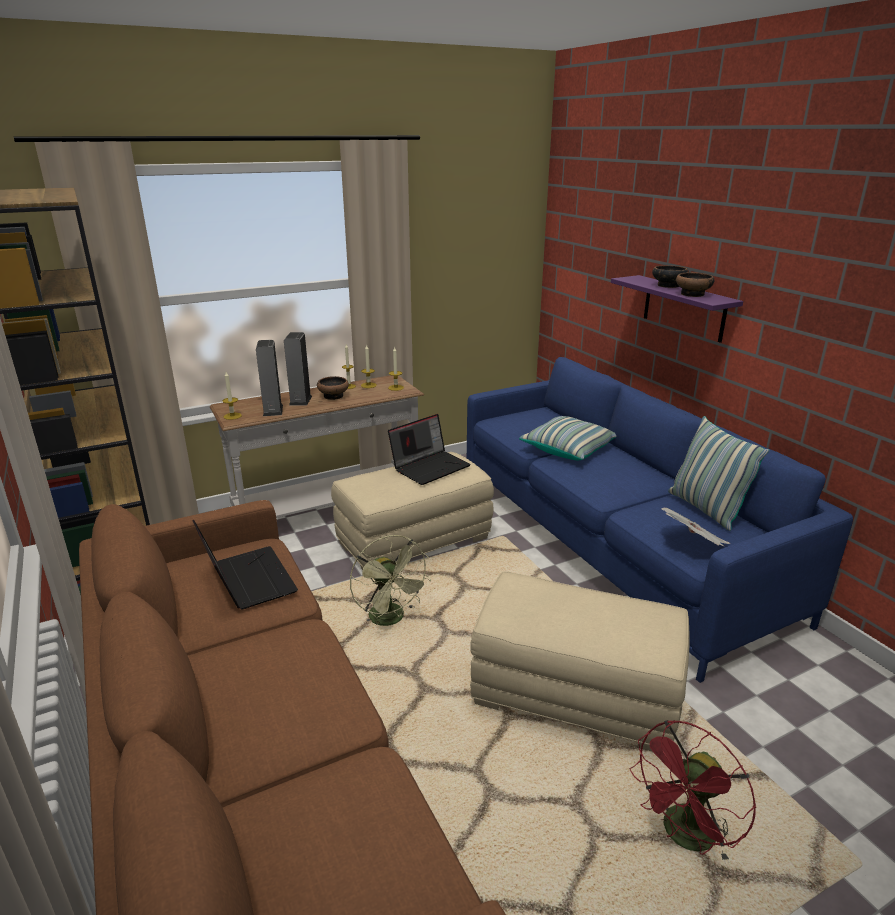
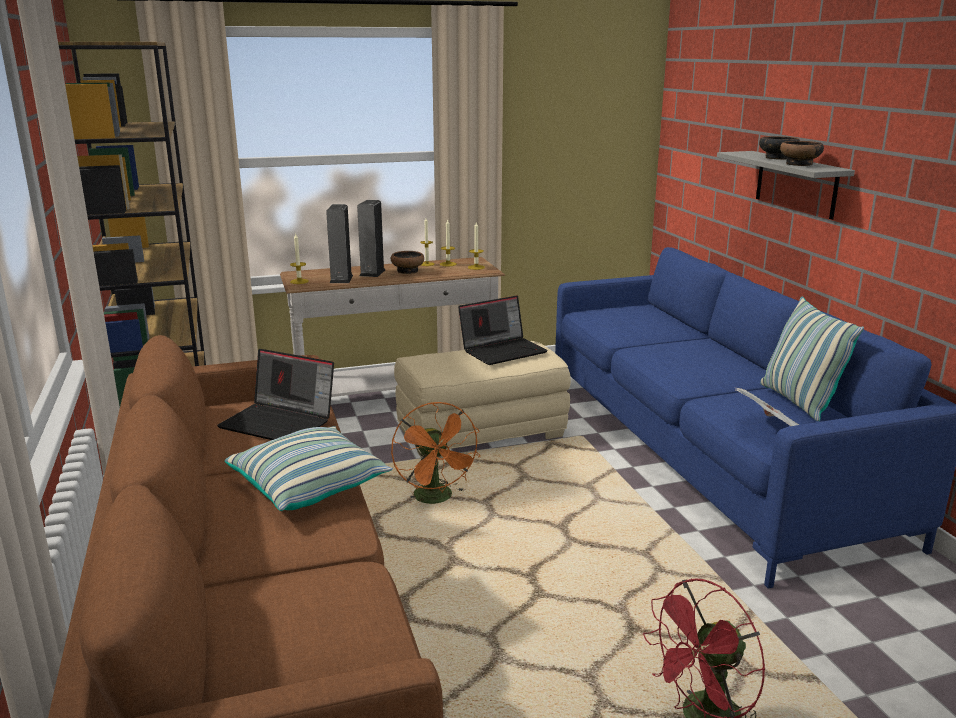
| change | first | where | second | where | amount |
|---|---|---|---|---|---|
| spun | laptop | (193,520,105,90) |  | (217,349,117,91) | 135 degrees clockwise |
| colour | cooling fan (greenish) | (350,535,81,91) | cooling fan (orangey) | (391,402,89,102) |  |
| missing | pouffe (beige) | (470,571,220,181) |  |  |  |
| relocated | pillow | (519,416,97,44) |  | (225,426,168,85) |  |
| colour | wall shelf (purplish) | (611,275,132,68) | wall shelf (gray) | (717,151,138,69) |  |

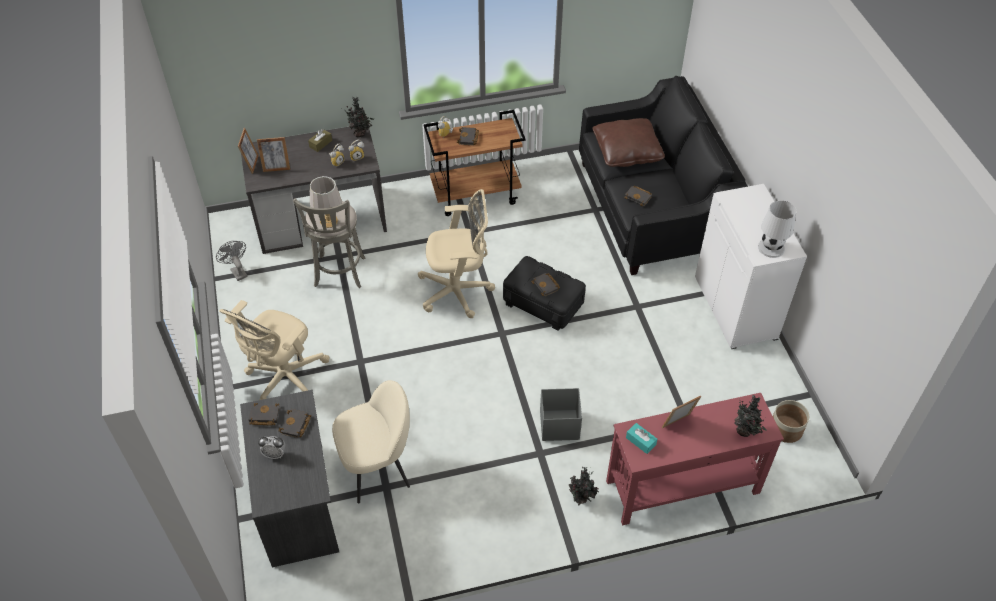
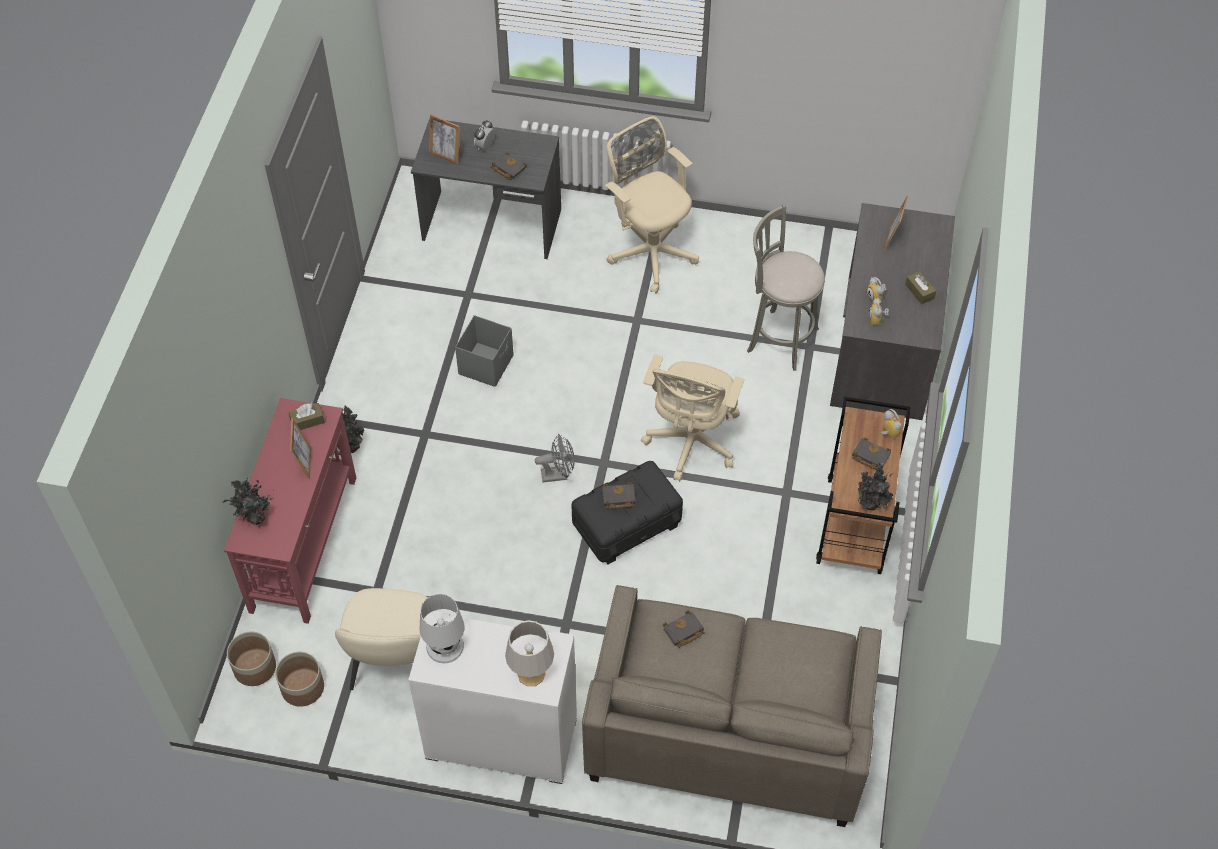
| change | first | where | second | where | amount |
|---|---|---|---|---|---|
| relocated | cooling fan (gray) | (216,241,32,40) |  | (535,434,40,48) |  |
| relocated | standing frame | (238,128,21,46) |  | (429,115,31,50) |  |
| missing | volume (black-coloured) | (249,403,31,22) |  |  |  |
| relocated | table lamp (gray) | (310,176,32,52) |  | (505,620,49,66) |  |
| relocated | plain chair (beige) | (332,380,78,123) |  | (335,588,93,102) |  |
| relocated | houseplant | (345,97,29,40) |  | (858,463,35,47) |  |
| relocated | storage box (gray) | (540,388,42,53) |  | (455,315,59,72) |  |
| colour | sofa (black-coloured) | (579,76,169,199) | sofa (beige) | (582,585,300,242) |  |
| missing | pillow (brownish) | (593,118,72,49) |  |  |  |
| colour | tissue holder (blue-green) | (626,423,31,31) | tissue holder (brownish) | (289,403,36,27) |  |
| appeared |  |  | flower pot | (227,632,49,54) |  |

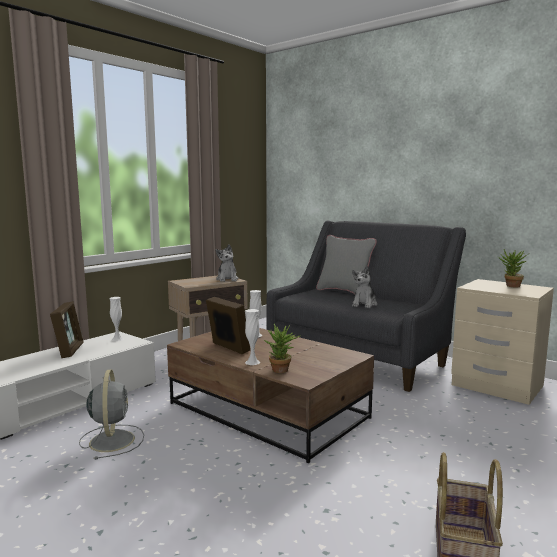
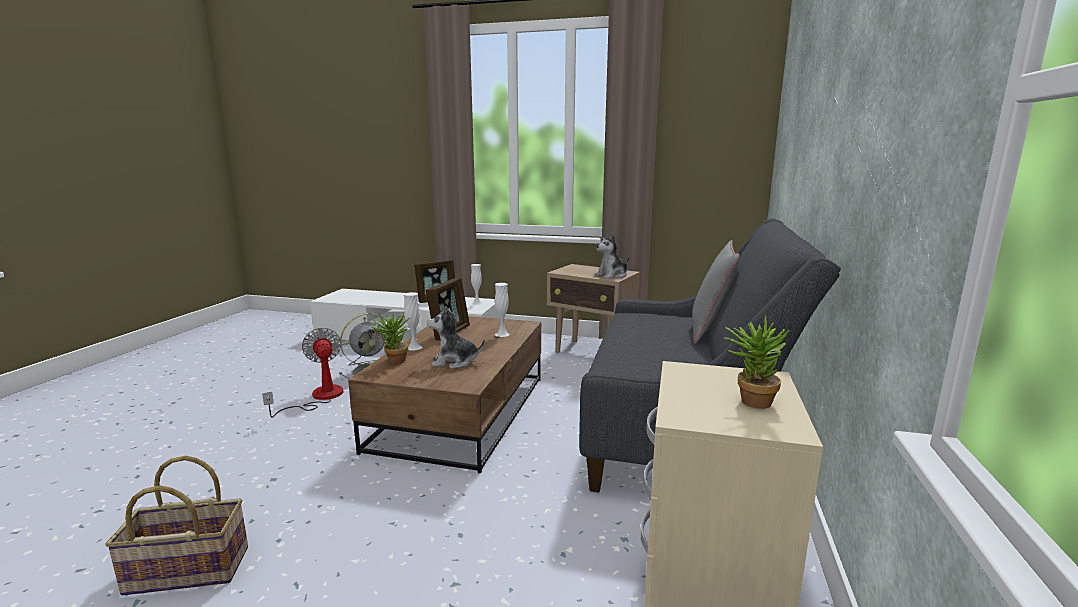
| change | first | where | second | where | amount |
|---|---|---|---|---|---|
| relocated | cuddly toy | (352,266,26,42) |  | (427,306,58,63) |  |
| appeared |  |  | cooling fan | (262,327,82,91) |  |

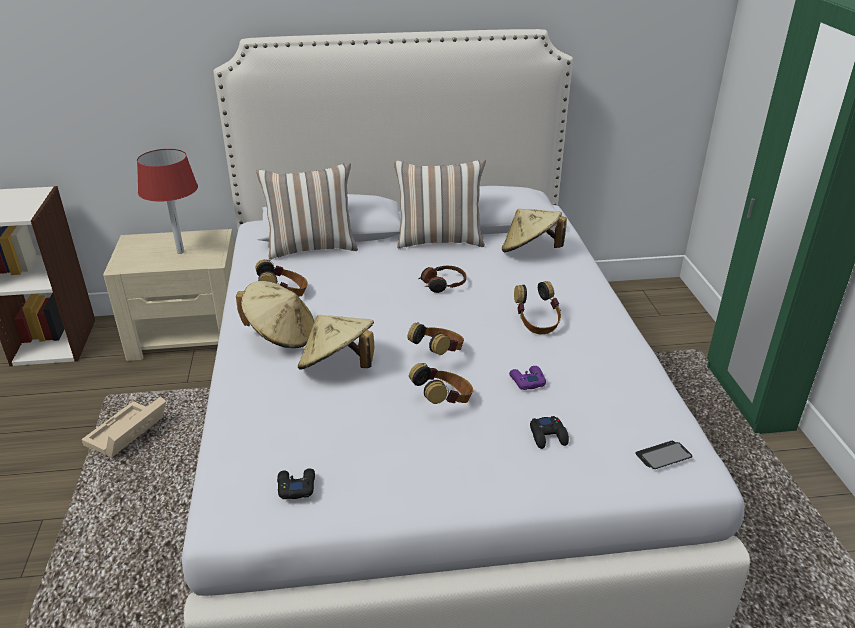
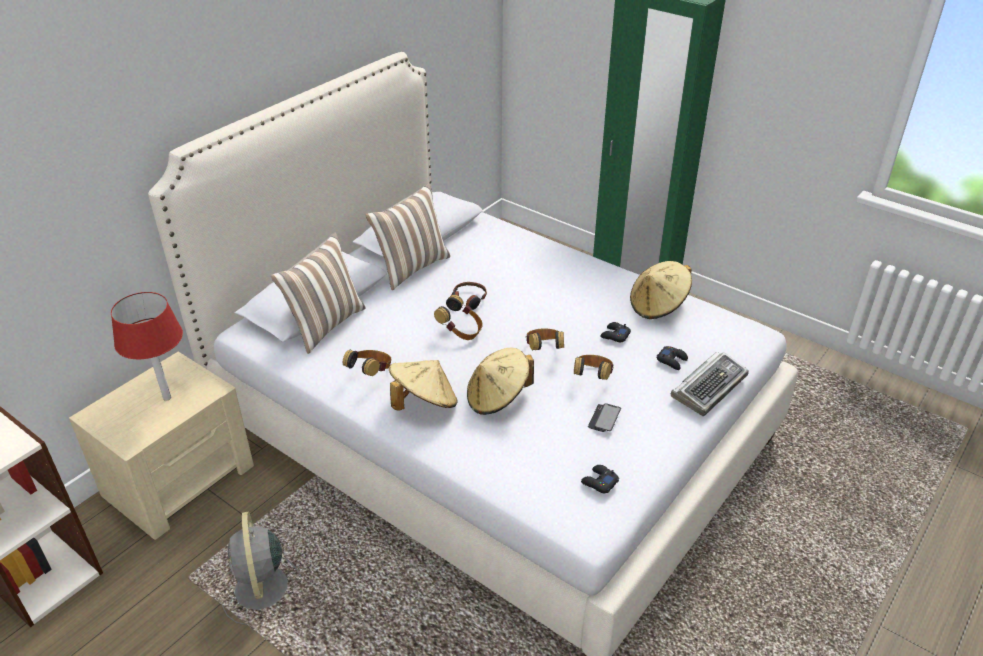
| change | first | where | second | where | amount |
|---|---|---|---|---|---|
| exchanged | storage box (beige) | (82,396,84,62) | cooling fan (gray) | (222,512,79,113) |  |
| relocated | wearable hat (beige) | (502,208,65,44) |  | (630,261,62,58) |  |
| colour | game controller (purplish) | (509,366,37,24) | game controller (black-coloured) | (600,322,31,21) |  |
| relocated | pair of headphones | (514,281,47,53) |  | (434,295,49,45) |  |
| relocated | phone | (636,441,57,28) |  | (588,403,33,29) |  |
| appeared |  |  | keyboard | (671,352,78,64) |  |

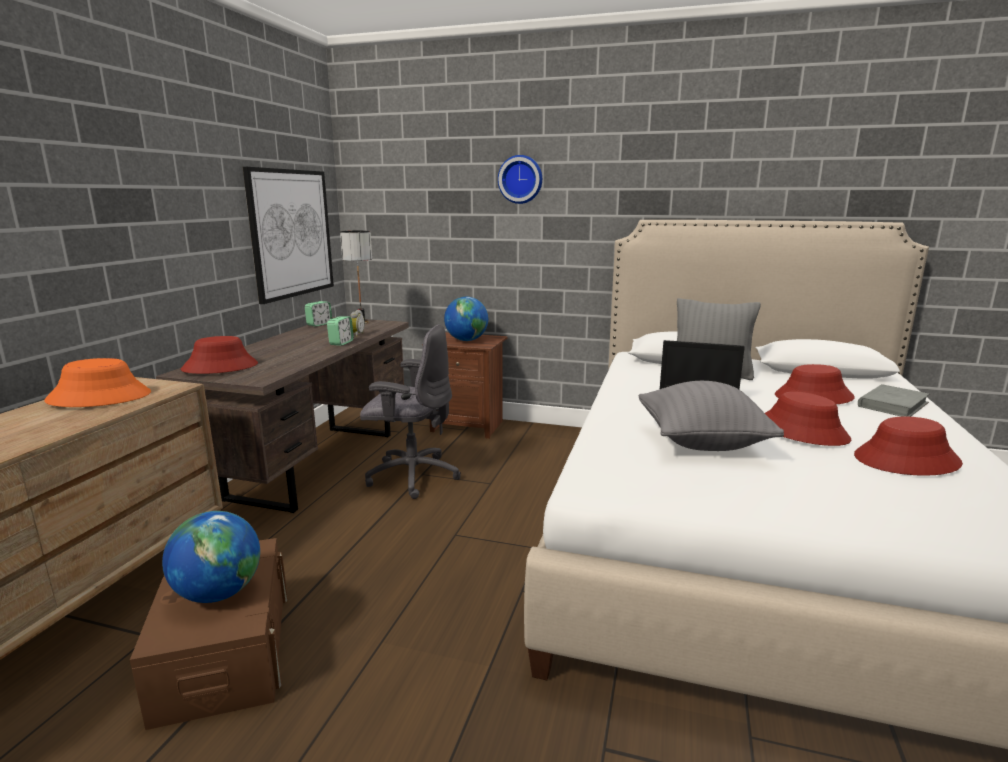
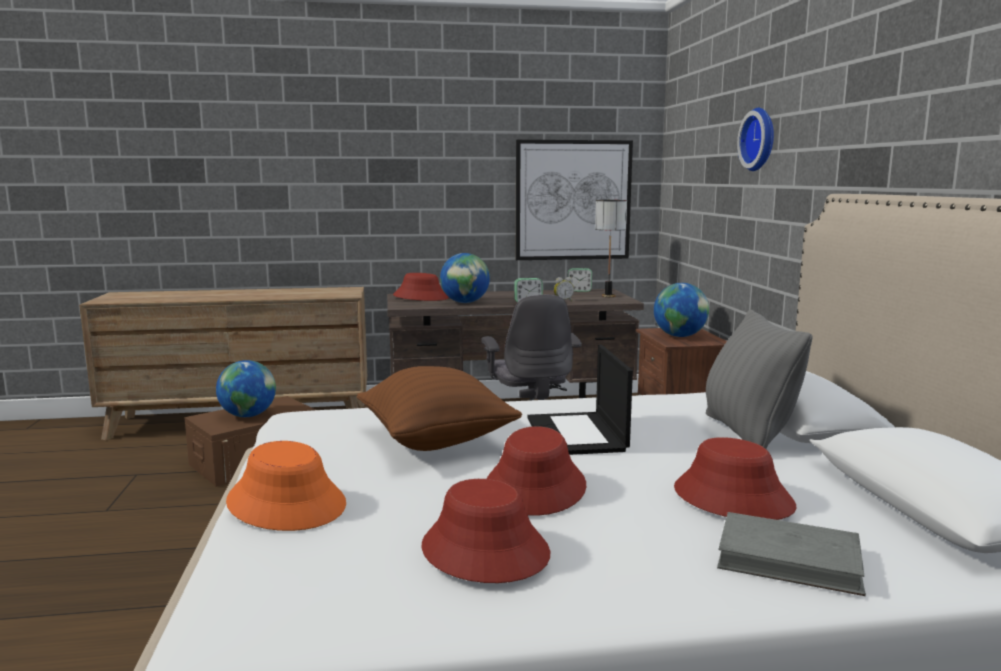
| change | first | where | second | where | amount |
|---|---|---|---|---|---|
| relocated | wearable hat (orangey) | (44,358,107,49) |  | (226,441,120,90) |  |
| colour | pillow (gray) | (639,381,145,70) | pillow (brownish) | (357,366,165,85) |  |
| appeared |  |  | globe | (440,253,50,50) |  |

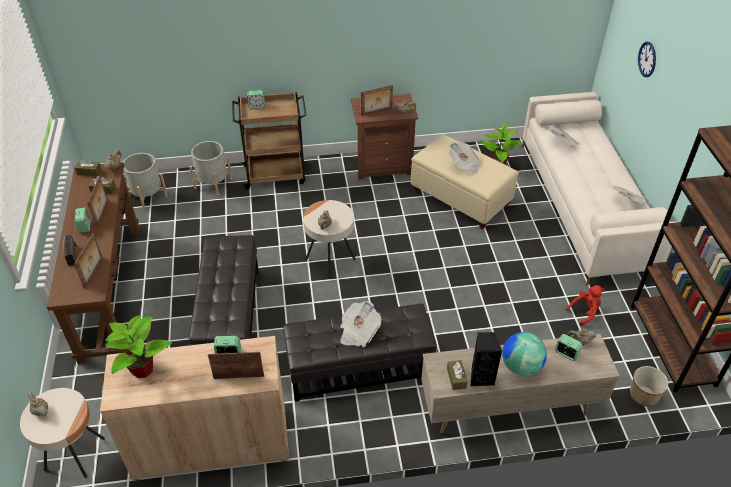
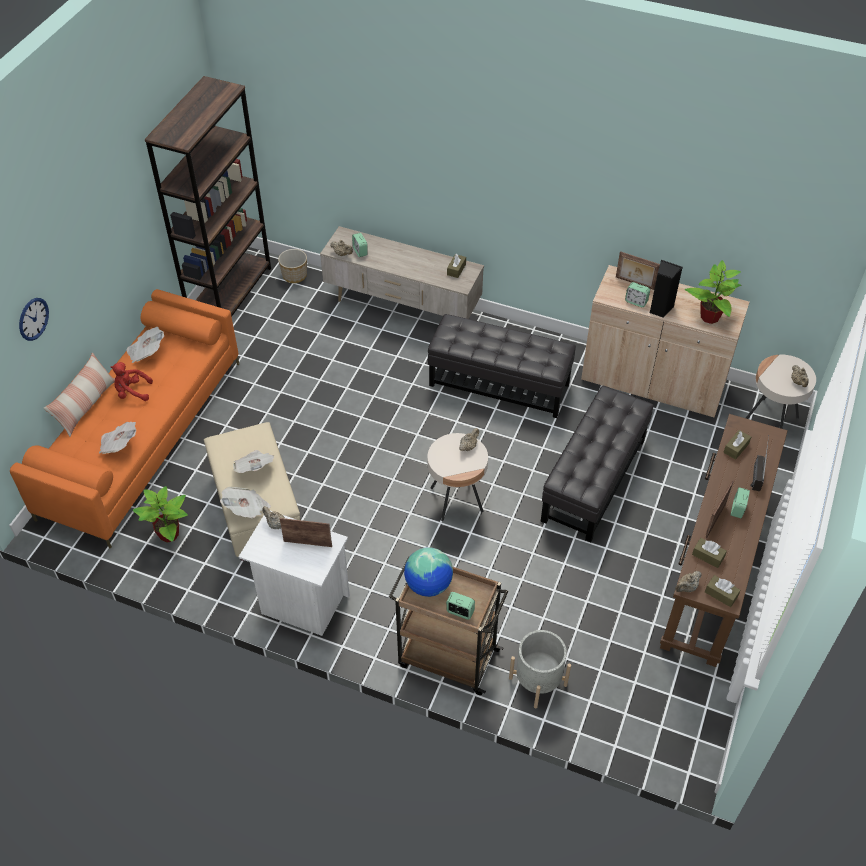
| change | first | where | second | where | amount |
|---|---|---|---|---|---|
| exchanged | standing frame | (74,233,28,55) | tissue holder (brownish) | (723,430,28,30) |  |
| missing | flower pot (gray) | (123,153,45,57) |  |  |  |
| relocated | daily paper | (340,301,41,46) |  | (220,487,51,32) |  |
| colour | night table (brownish) | (351,93,67,87) | night table (whitish) | (239,511,111,125) |  |
| relocated | audio speaker (black-coloured) | (471,332,31,54) |  | (650,260,33,58) |  |
| relocated | globe | (502,332,45,44) |  | (404,547,49,50) |  |
| colour | sofa (beige) | (522,92,154,194) | sofa (orangey) | (10,289,229,260) |  |
| relocated | cuddly toy (reddish) | (566,285,38,41) |  | (111,362,42,39) |  |
| appeared |  |  | pillow | (44,353,71,84) |  |

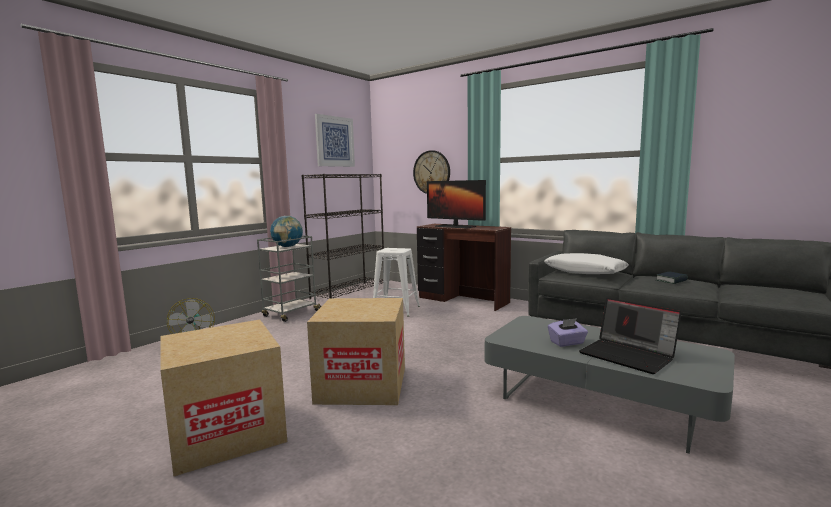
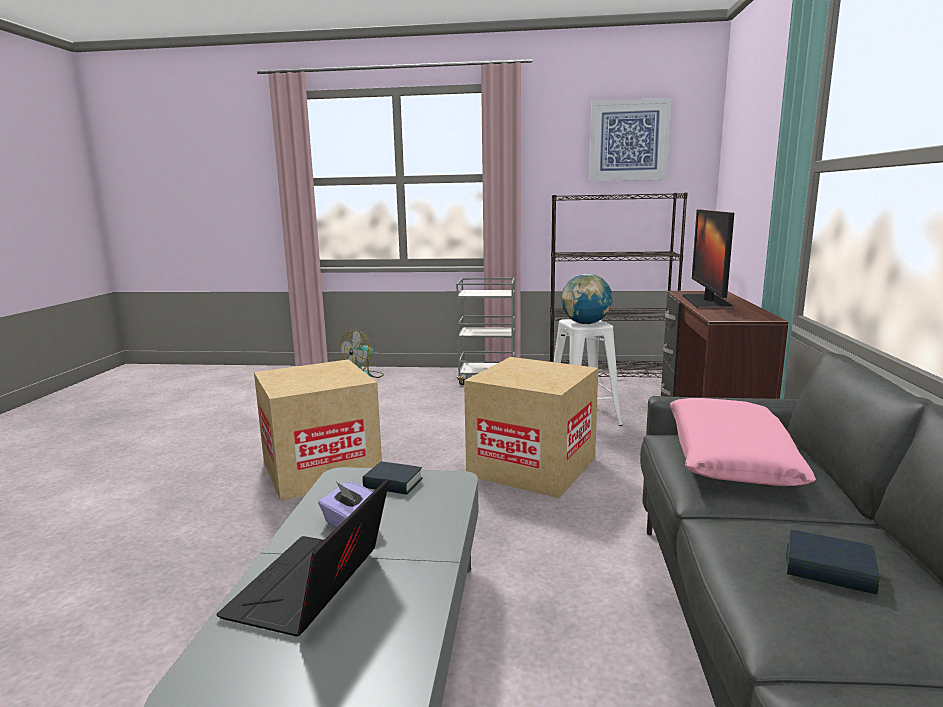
| change | first | where | second | where | amount |
|---|---|---|---|---|---|
| relocated | cardboard box | (160,320,127,157) |  | (464,357,134,141) |  |
| relocated | globe | (270,216,33,31) |  | (561,274,52,50) |  |
| missing | wall clock | (413,150,37,44) |  |  |  |
| colour | pillow (whitish) | (544,253,85,21) | pillow (pink-coloured) | (670,398,146,88) |  |
| appeared |  |  | volume | (362,462,61,33) |  |

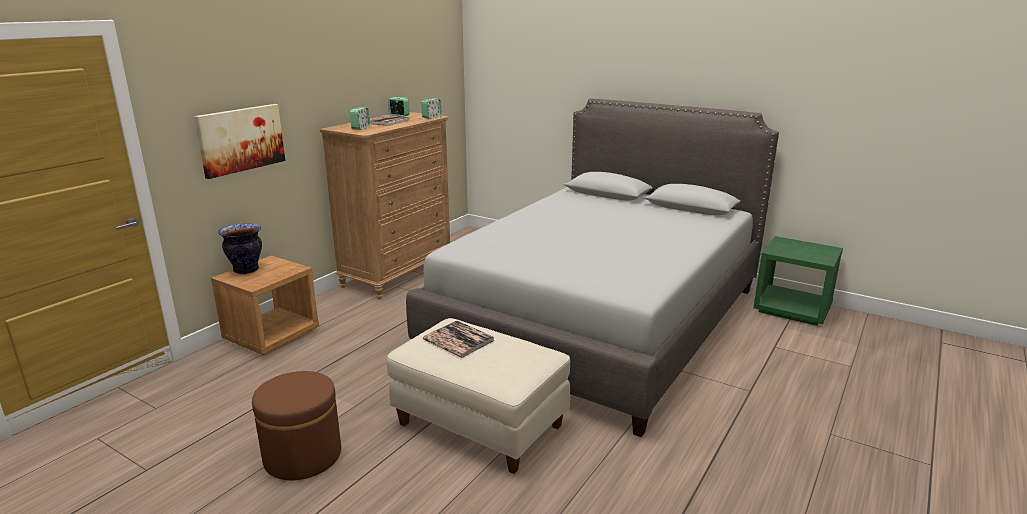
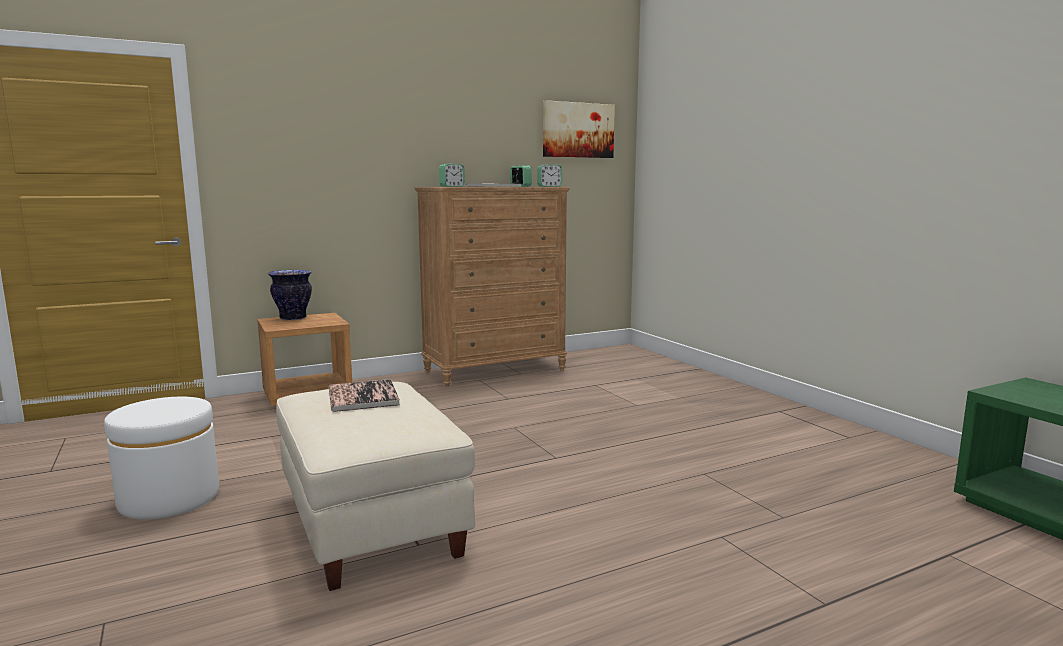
| change | first | where | second | where | amount |
|---|---|---|---|---|---|
| relocated | wall art | (194,104,91,75) |  | (543,100,72,58) |  |
| colour | pouffe (brownish) | (252,371,89,109) | pouffe (whitish) | (104,397,115,122) |  |
| missing | bedroom bed (gray) | (406,99,373,338) |  |  |  |

